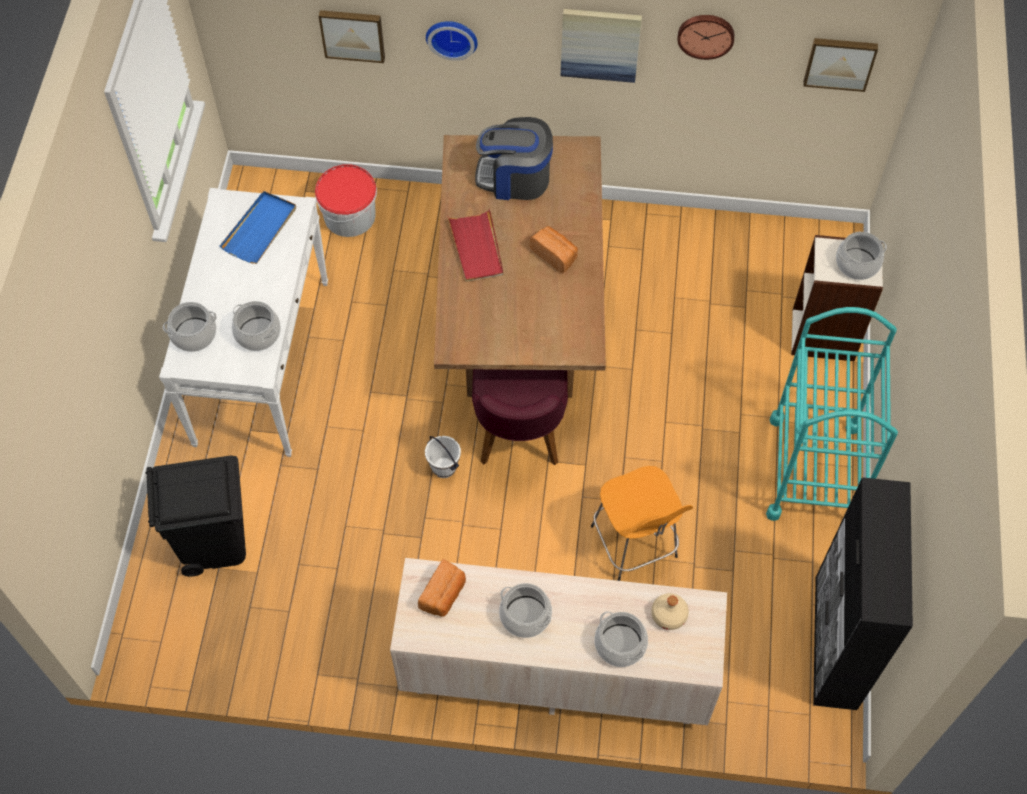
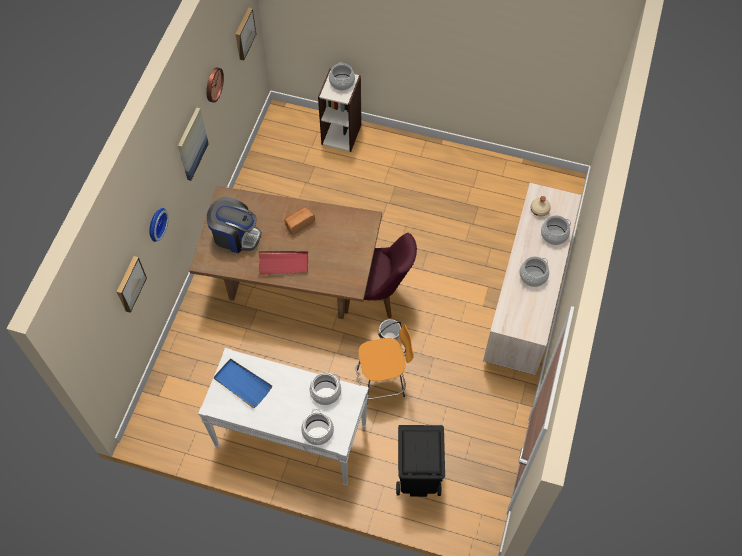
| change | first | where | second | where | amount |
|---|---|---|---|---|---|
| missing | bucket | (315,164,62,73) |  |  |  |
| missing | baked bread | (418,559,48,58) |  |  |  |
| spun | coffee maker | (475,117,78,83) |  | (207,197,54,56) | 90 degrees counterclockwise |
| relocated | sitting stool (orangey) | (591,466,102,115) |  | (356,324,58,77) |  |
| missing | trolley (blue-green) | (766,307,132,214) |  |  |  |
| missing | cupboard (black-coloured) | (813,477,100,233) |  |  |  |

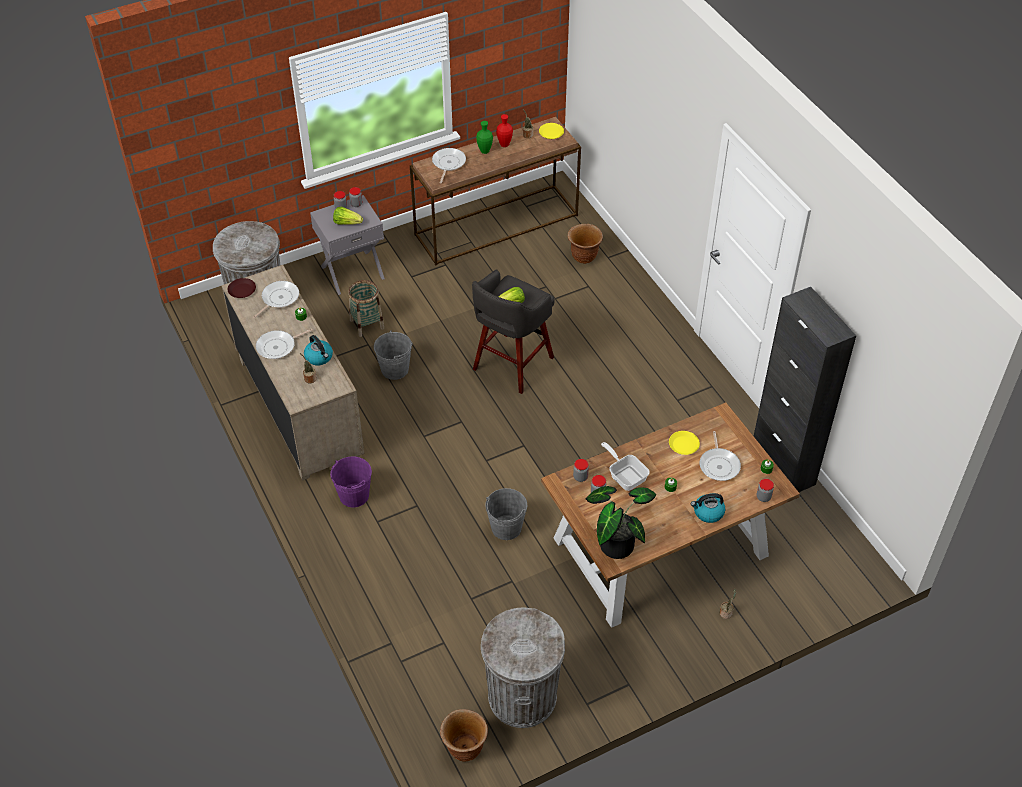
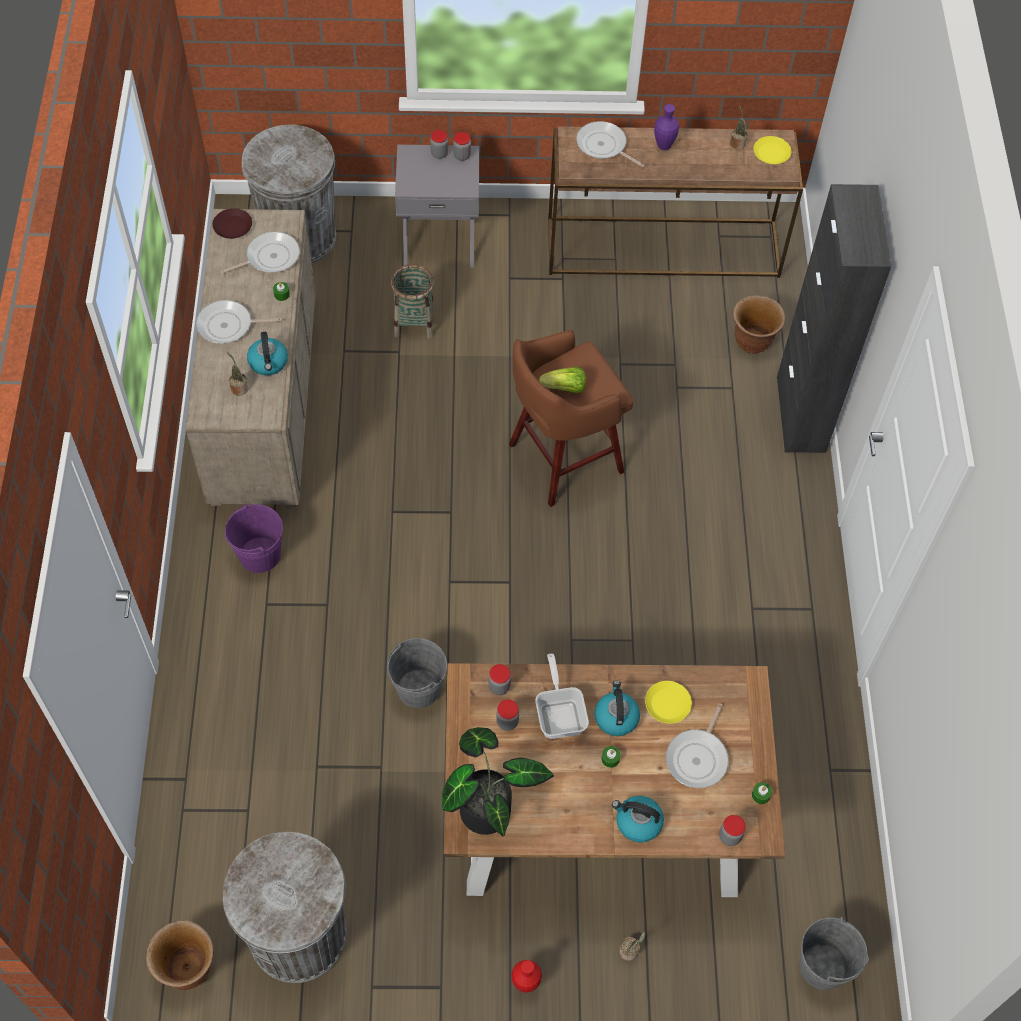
| change | first | where | second | where | amount |
|---|---|---|---|---|---|
| missing | lettuce | (333,207,30,18) |  |  |  |
| relocated | bucket (gray) | (374,330,39,50) |  | (799,917,70,73) |  |
| spun | skillet | (432,148,34,35) |  | (576,121,69,46) | 90 degrees counterclockwise |
| colour | sitting stool (gray) | (472,270,83,124) | sitting stool (brownish) | (509,330,124,177) |  |
| colour | vase (greenish) | (476,121,17,33) | vase (purplish) | (654,104,25,46) |  |
| relocated | vase (reddish) | (496,114,17,33) |  | (511,960,31,33) |  |
| relocated | cupboard (black-coloured) | (754,287,102,205) |  | (777,184,114,269) |  |
| appeared |  |  | kettle | (594,681,46,55) |  |

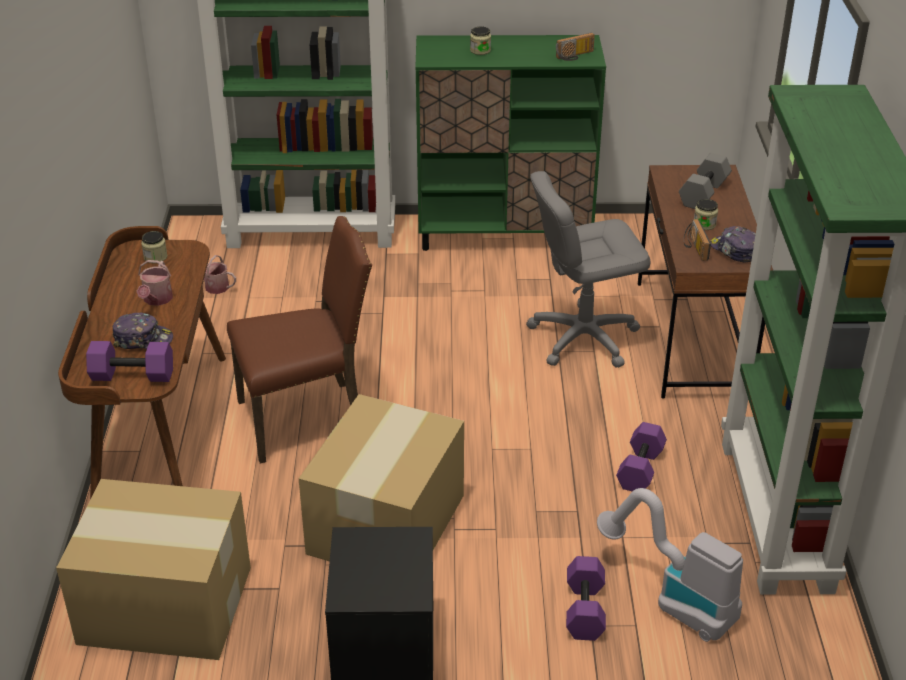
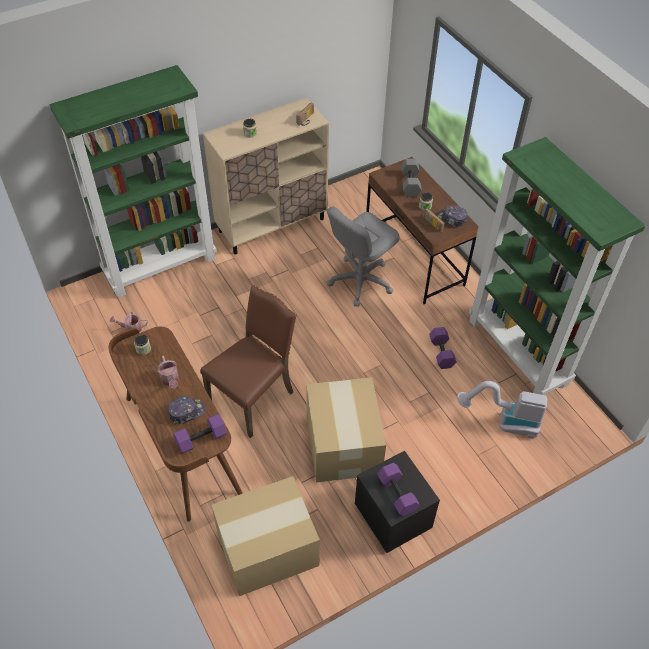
| change | first | where | second | where | amount |
|---|---|---|---|---|---|
| colour | cupboard (greenish) | (415,35,191,216) | cupboard (beige) | (203,98,126,156) |  |
| relocated | hand weight (purplish) | (566,556,40,85) |  | (377,463,43,54) |  |

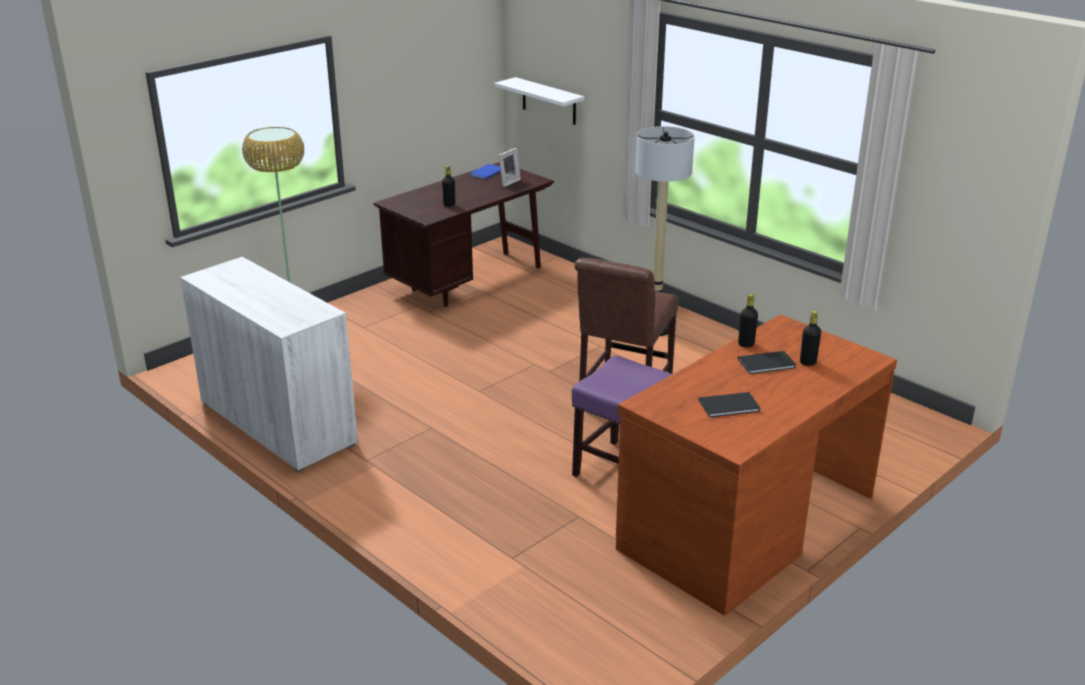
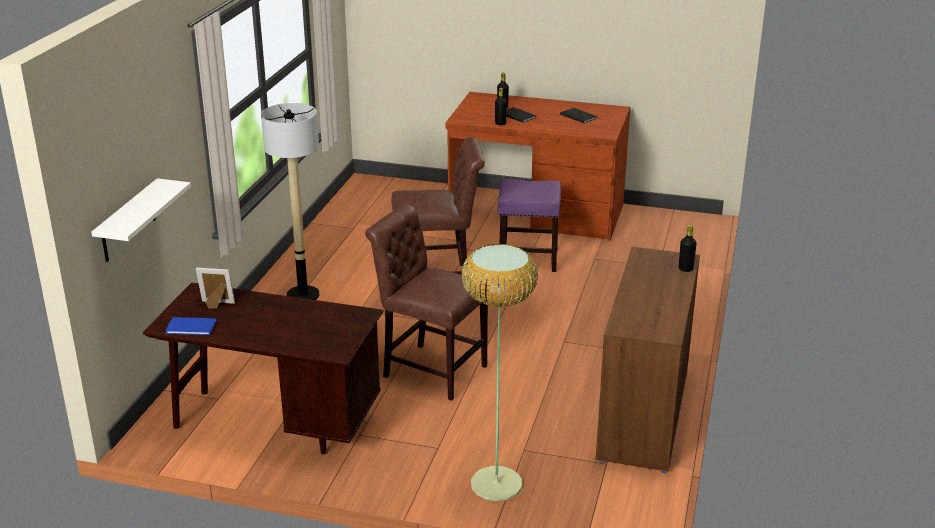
| change | first | where | second | where | amount |
|---|---|---|---|---|---|
| colour | cupboard (whitish) | (180,257,178,216) | cupboard (brownish) | (596,247,104,227) |  |
| relocated | beverage bottle (black-coloured) | (442,166,13,41) |  | (679,225,18,47) |  |
| appeared |  |  | plain chair (brownish) | (365,204,124,197) |  |

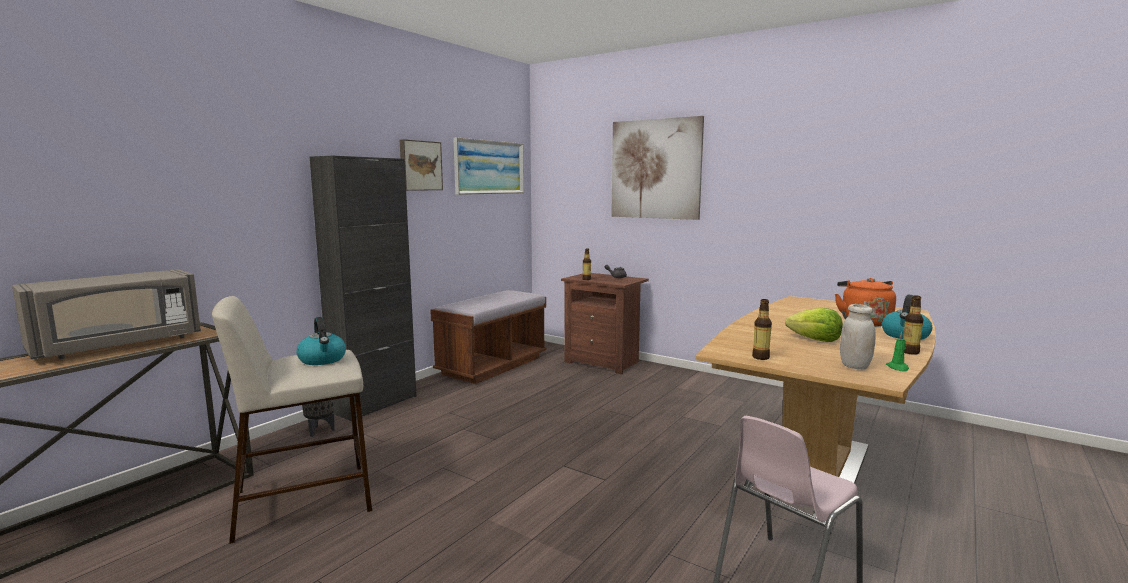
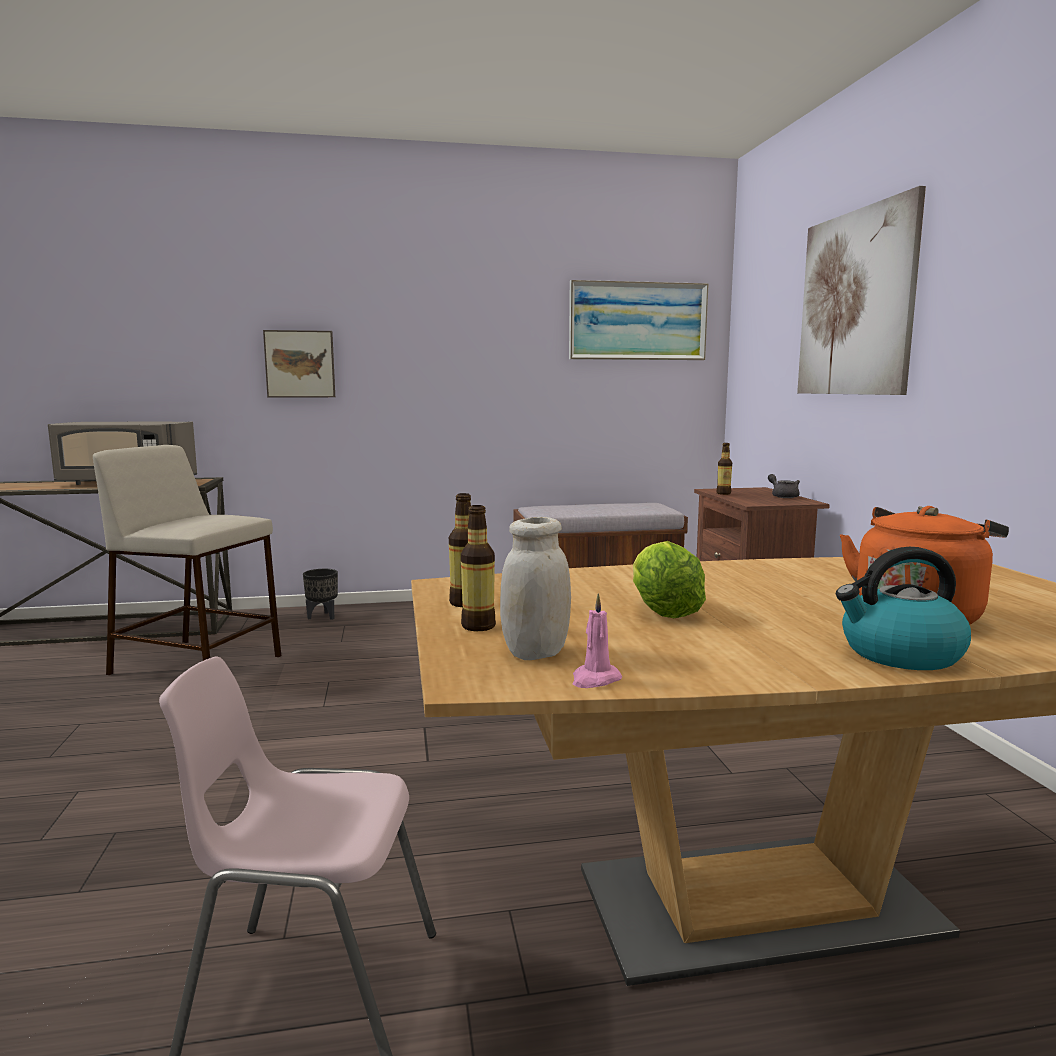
| change | first | where | second | where | amount |
|---|---|---|---|---|---|
| missing | kettle | (297,317,49,48) |  |  |  |
| missing | cupboard (black-coloured) | (310,156,107,265) |  |  |  |
| relocated | wall art | (400,139,43,52) |  | (263,330,72,68) |  |
| colour | wax candle (greenish) | (886,331,23,41) | wax candle (pink-coloured) | (573,593,49,95) |  |
| relocated | beverage bottle | (903,296,21,59) |  | (461,505,35,126) |  |

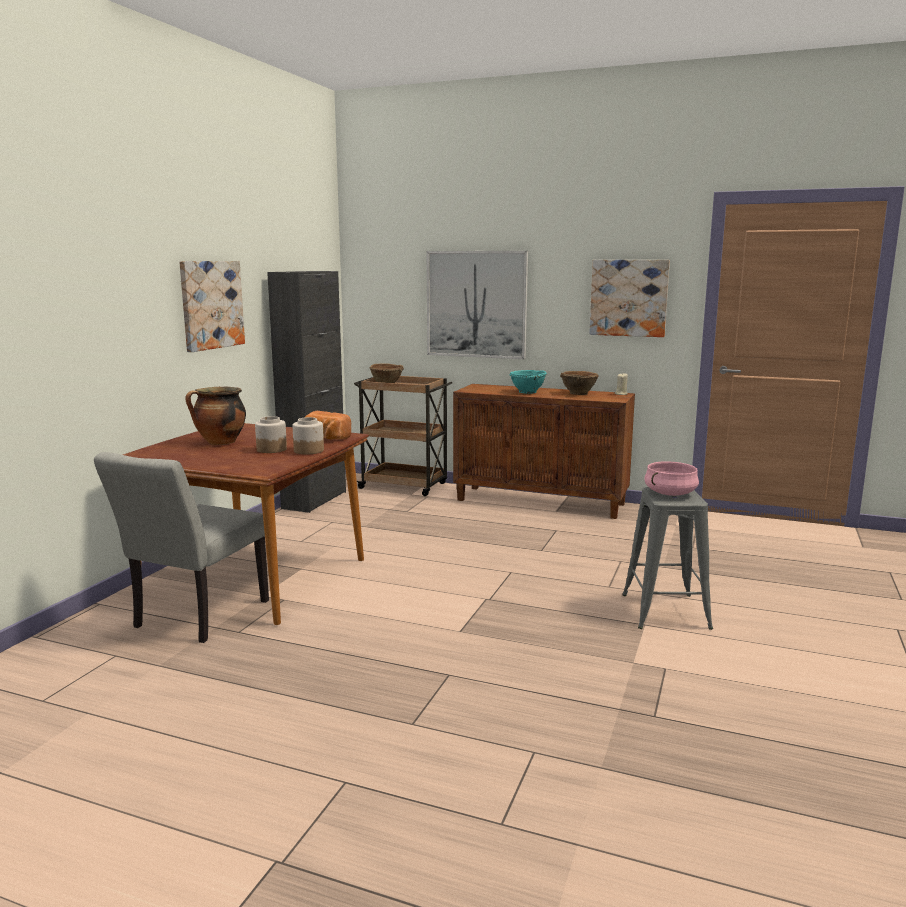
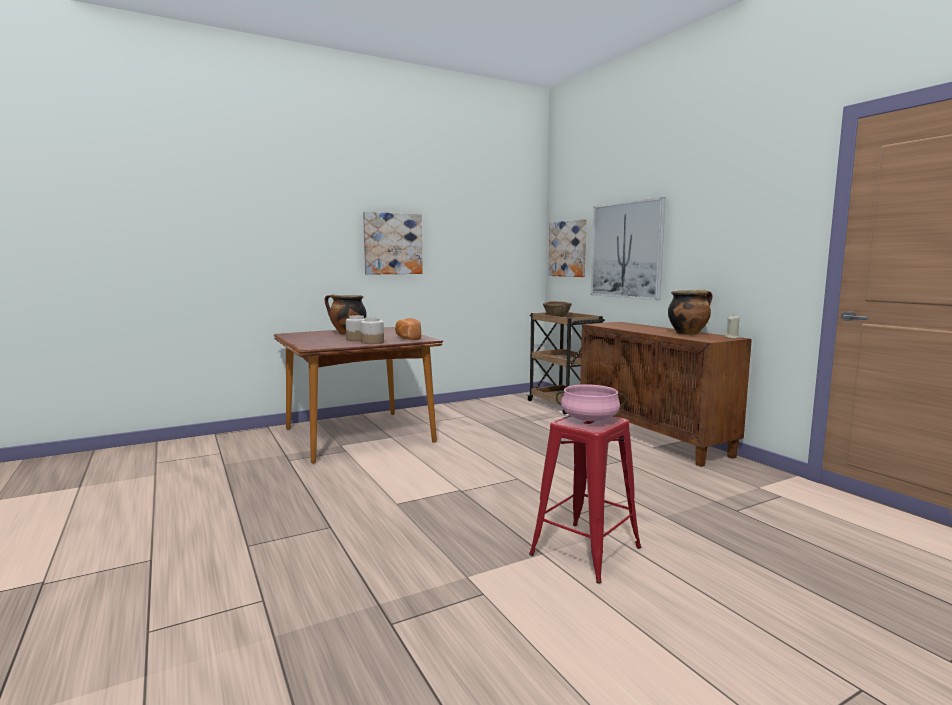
| change | first | where | second | where | amount |
|---|---|---|---|---|---|
| missing | plain chair (gray) | (94,452,175,191) |  |  |  |
| missing | cupboard (black-coloured) | (267,271,79,242) |  |  |  |
| missing | bowl (blue-green) | (509,370,38,24) |  |  |  |
| exchanged | bowl (brownish) | (560,371,39,24) | cooking pot | (668,290,44,45) |  |
| relocated | wall art | (589,260,81,77) |  | (548,219,39,58) |  |
| colour | sitting stool (gray) | (622,487,91,143) | sitting stool (reddish) | (529,415,112,169) |  |

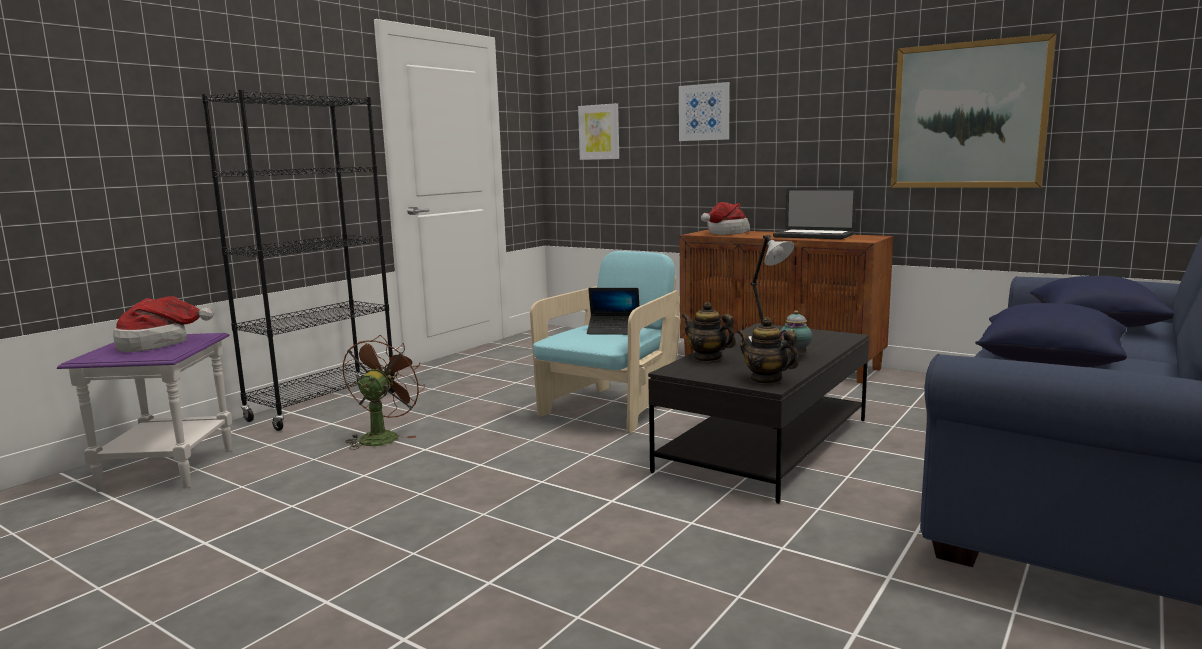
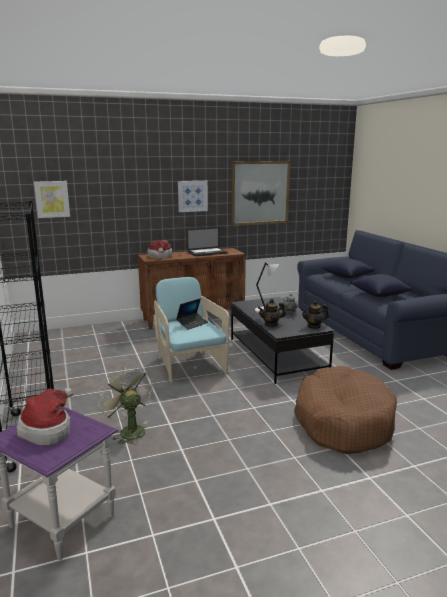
| change | first | where | second | where | amount |
|---|---|---|---|---|---|
| colour | cooling fan (brownish) | (342,335,83,115) | cooling fan (greenish) | (98,367,54,78) |  |
| relocated | wall art | (679,82,51,59) |  | (178,181,30,31) |  |
| appeared |  |  | dog cushion (brownish) | (294,366,103,88) |  |

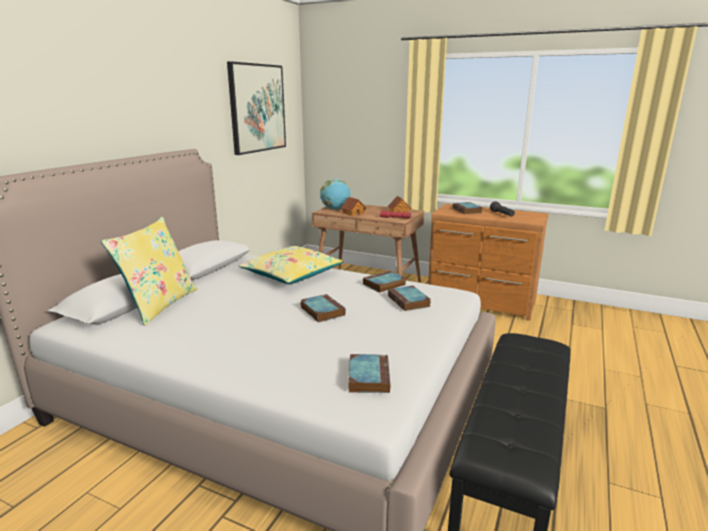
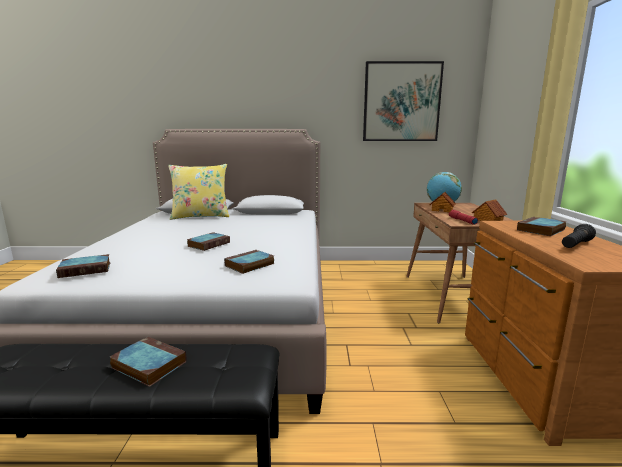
| change | first | where | second | where | amount |
|---|---|---|---|---|---|
| missing | pillow (yellowish) | (239,246,105,38) |  |  |  |
| relocated | volume | (363,271,43,22) |  | (110,336,77,51) |  |

